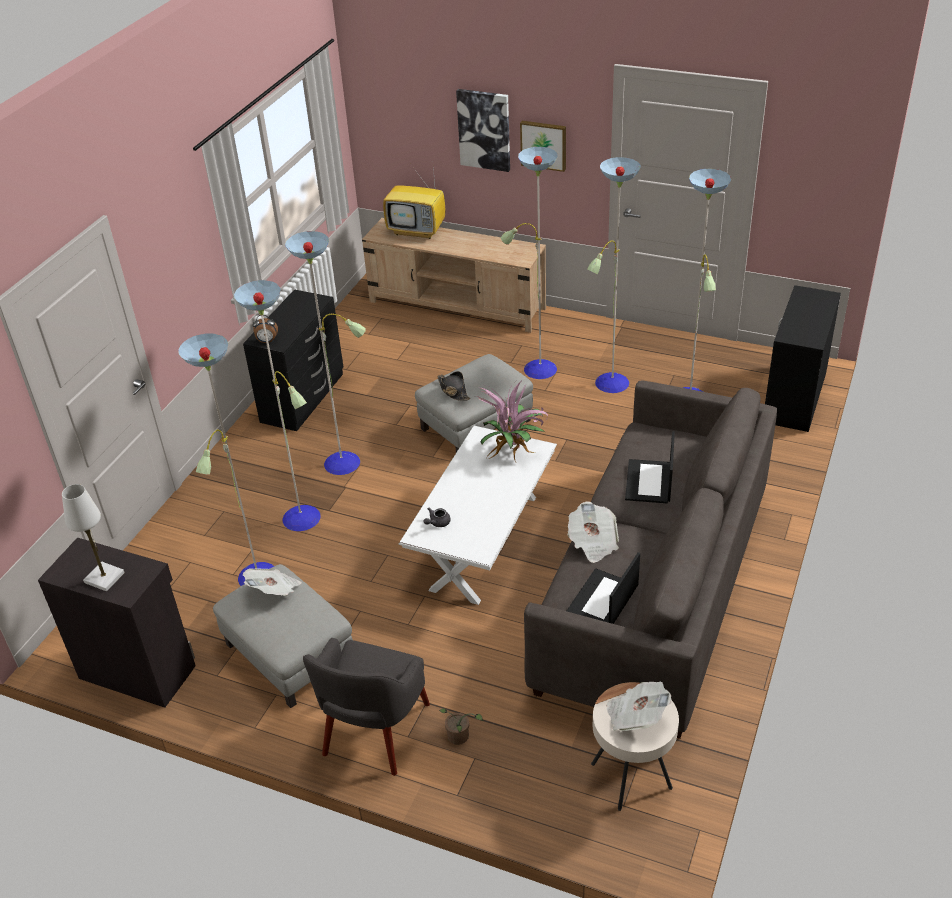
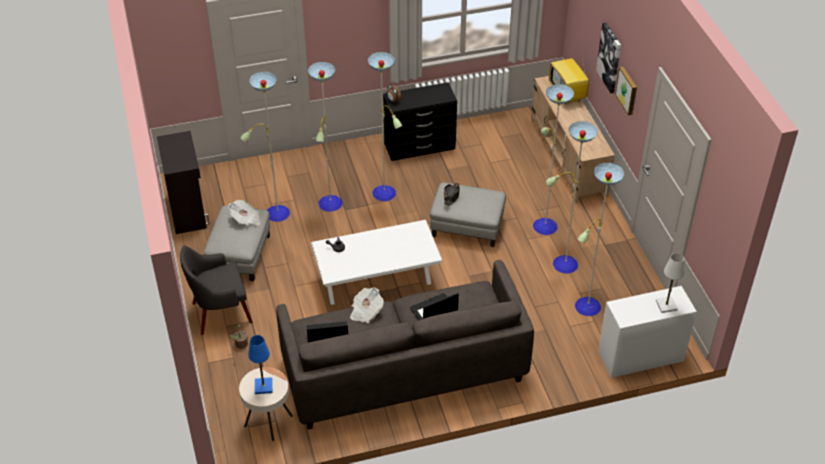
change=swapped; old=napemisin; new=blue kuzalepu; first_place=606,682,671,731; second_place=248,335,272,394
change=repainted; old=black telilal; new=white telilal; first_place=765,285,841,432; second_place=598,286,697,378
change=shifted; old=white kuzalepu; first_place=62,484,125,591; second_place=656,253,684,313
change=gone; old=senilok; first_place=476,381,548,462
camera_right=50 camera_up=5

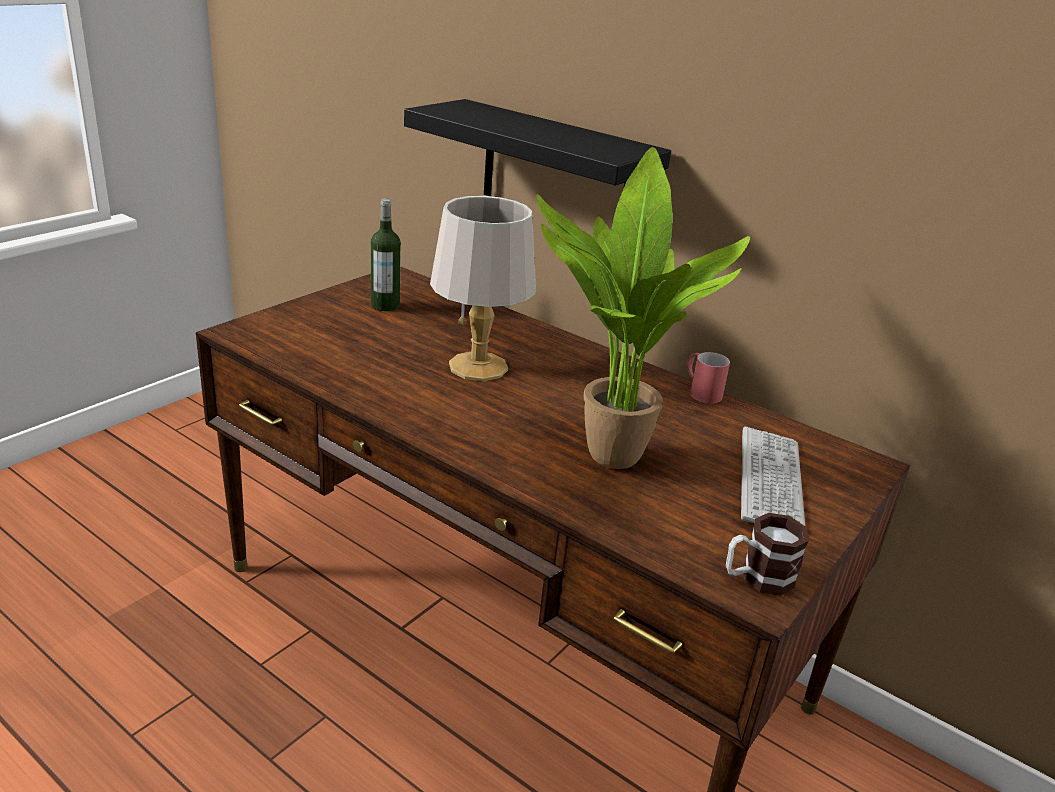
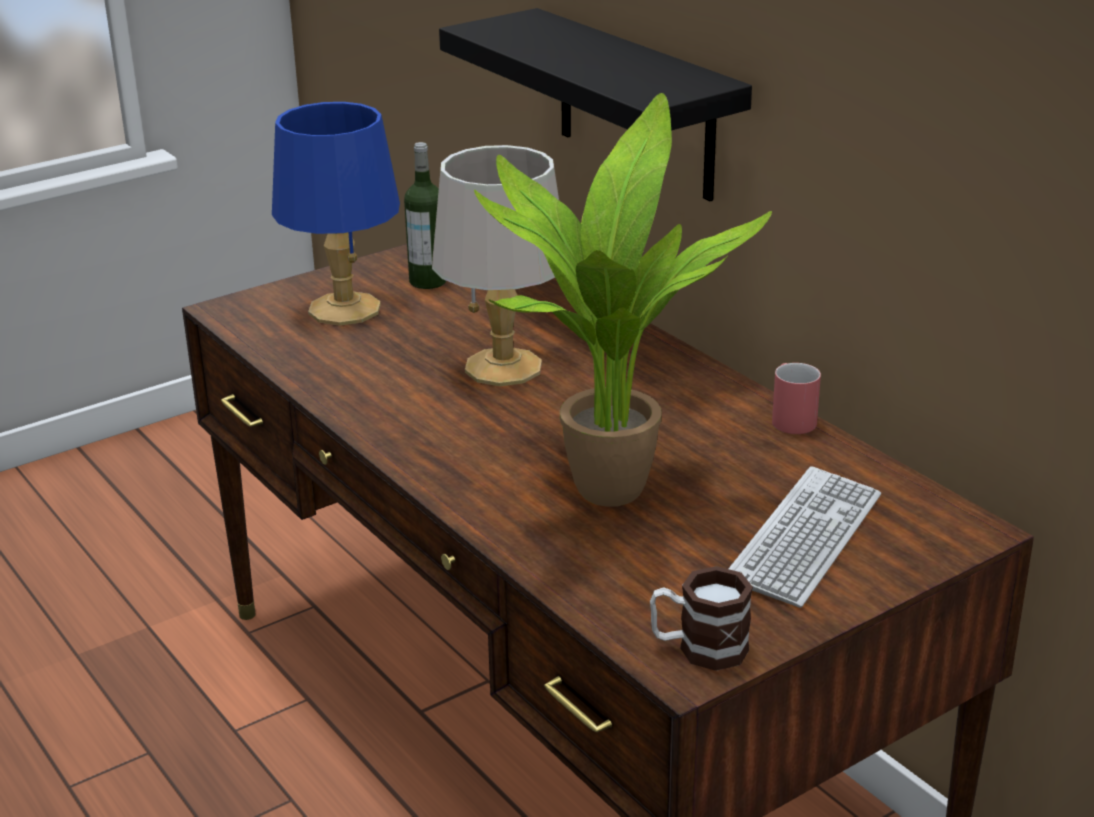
change=new; new=blue kuzalepu; second_place=272,102,400,326
camera_right=20 camera_up=0

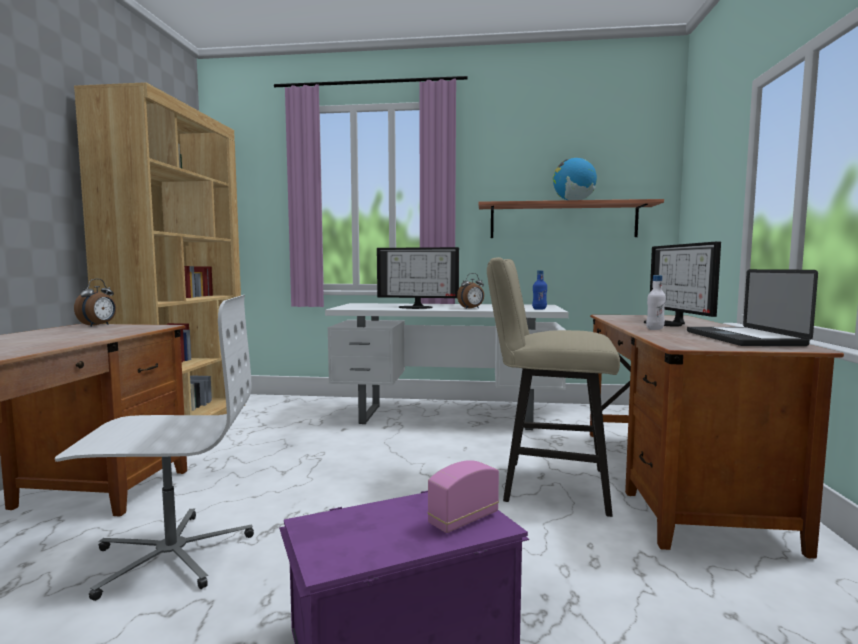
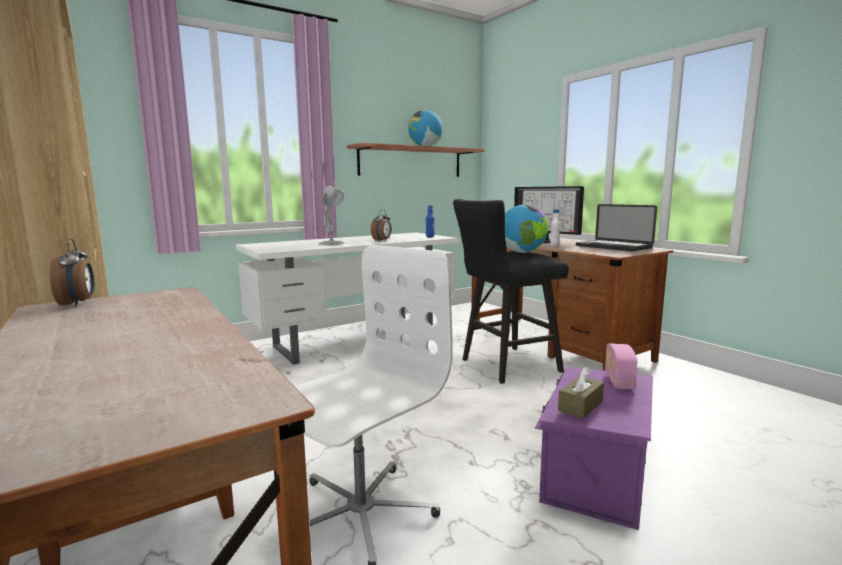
change=swapped; old=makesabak; new=white kuzalepu; first_place=377,247,459,309; second_place=318,186,344,245
change=repainted; old=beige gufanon; new=black gufanon; first_place=487,257,620,517; second_place=453,199,569,384
change=new; new=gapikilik; second_place=505,205,549,253
change=new; new=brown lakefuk; second_place=558,367,604,419
camera_right=-40 camera_up=5

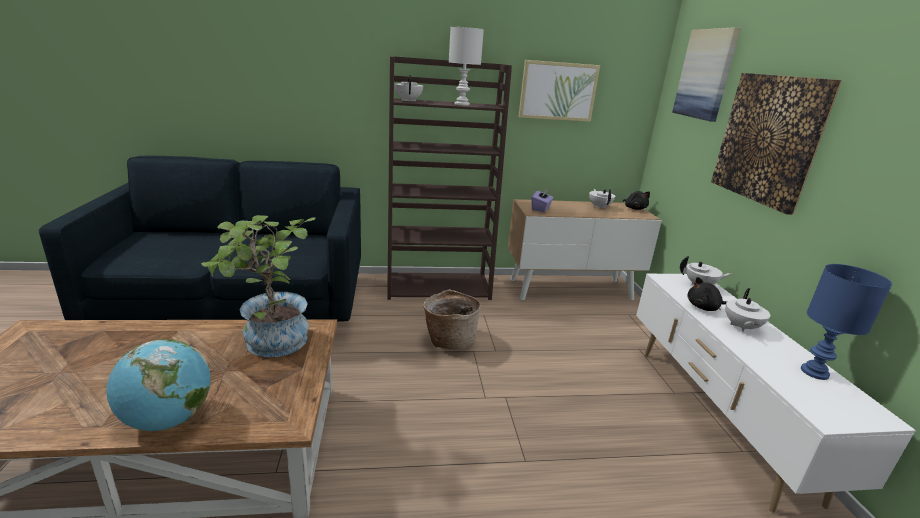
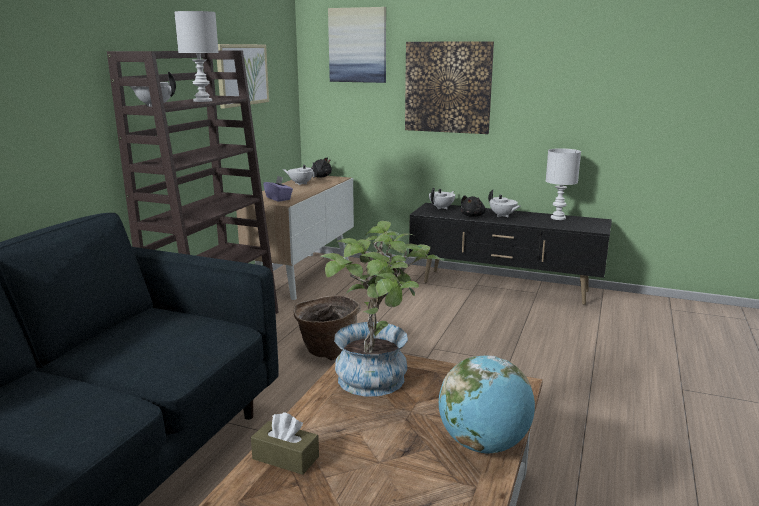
change=new; new=brown lakefuk; second_place=251,412,319,475
change=repainted; old=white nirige; new=black nirige; first_place=636,274,916,512; second_place=409,203,612,305
change=repainted; old=blue kuzalepu; new=white kuzalepu; first_place=801,264,892,380; second_place=546,148,581,220
camera_right=-60 camera_up=-5

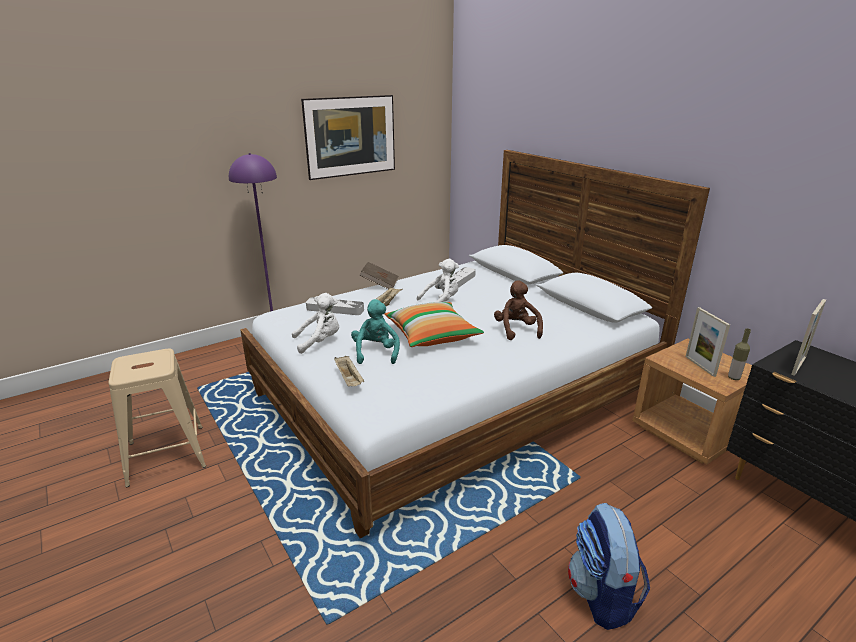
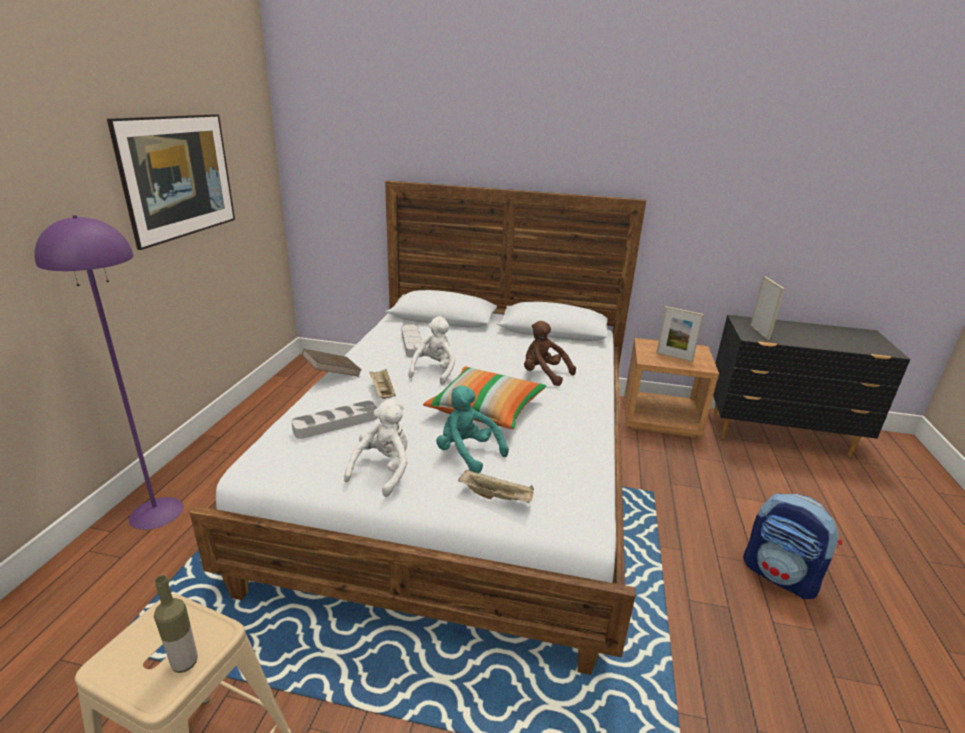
change=shifted; old=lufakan; first_place=728,328,751,380; second_place=154,575,198,673
camera_right=-45 camera_up=0

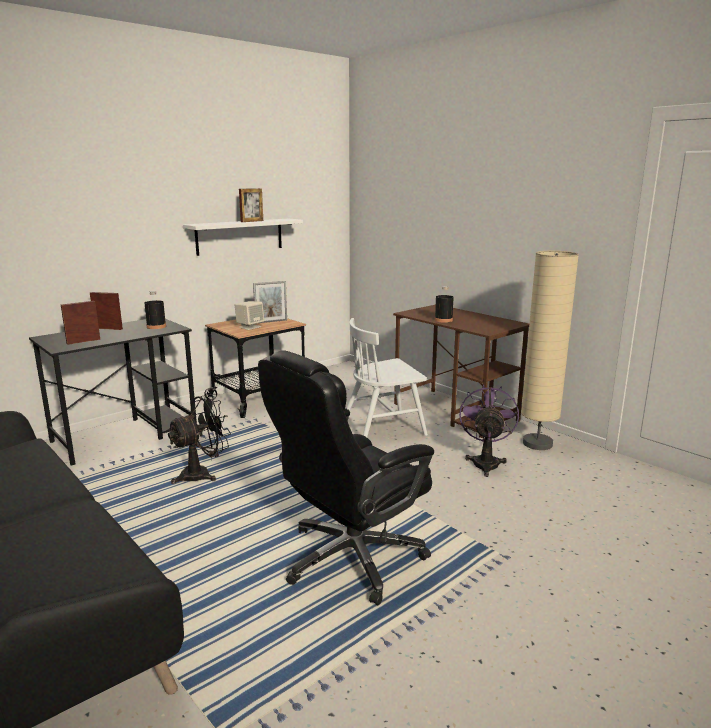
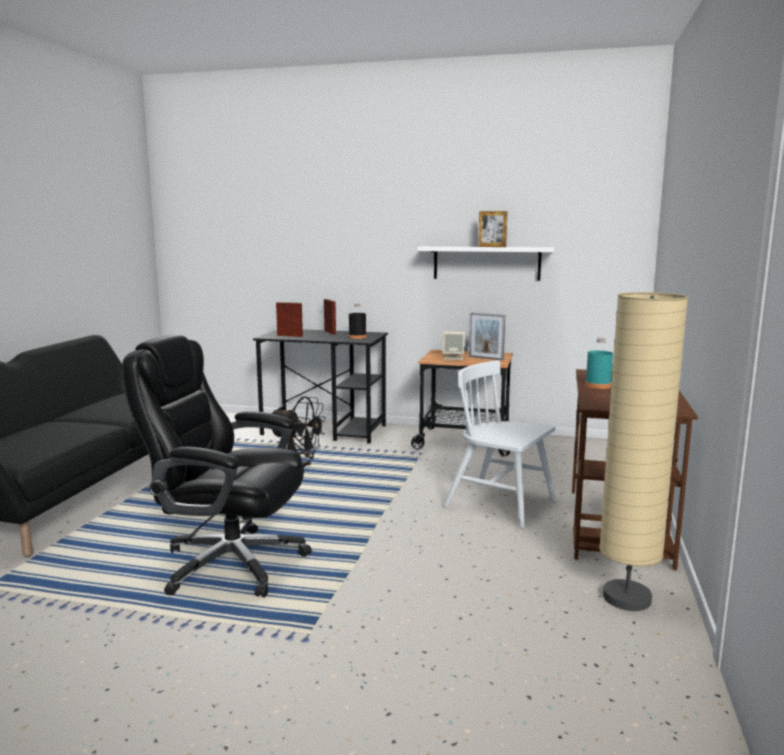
change=repainted; old=black lufakan; new=turquoise lufakan; first_place=435,286,454,323; second_place=585,338,613,389
change=gone; old=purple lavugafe; first_place=459,384,519,477
camera_right=55 camera_up=-5

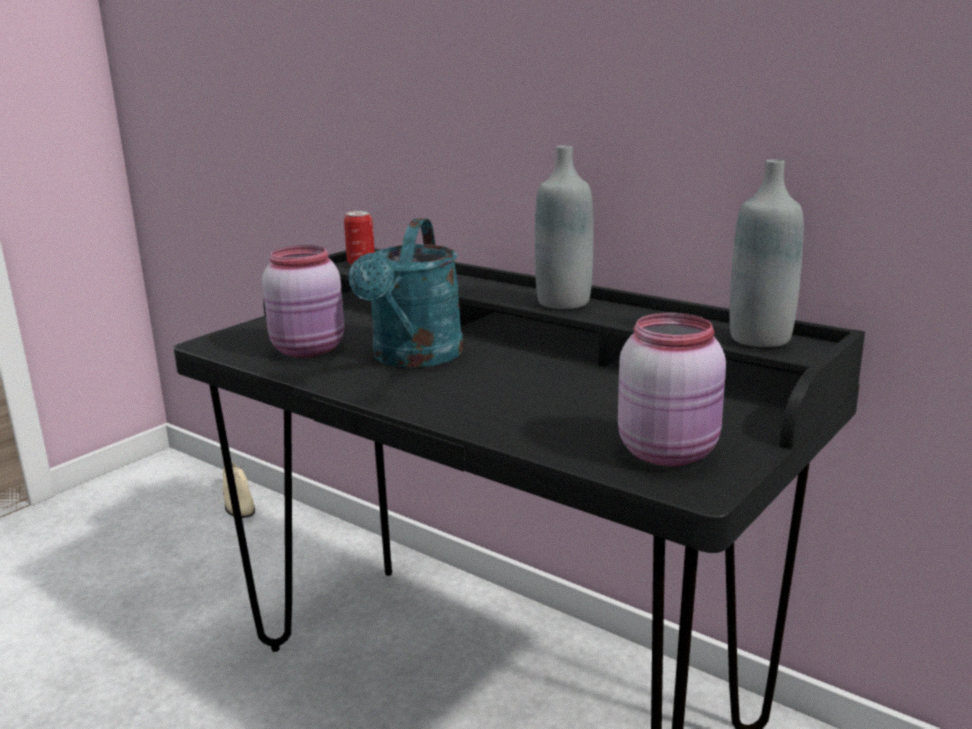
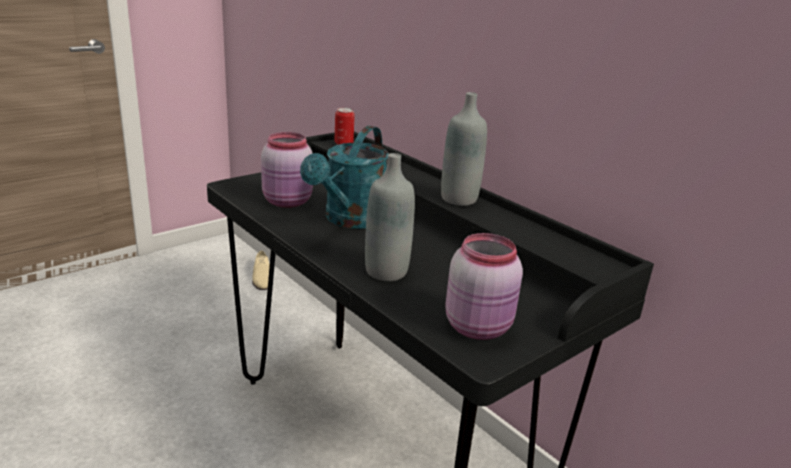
change=shifted; old=grey lufakan; first_place=729,159,804,347; second_place=365,153,415,281
camera_right=10 camera_up=5

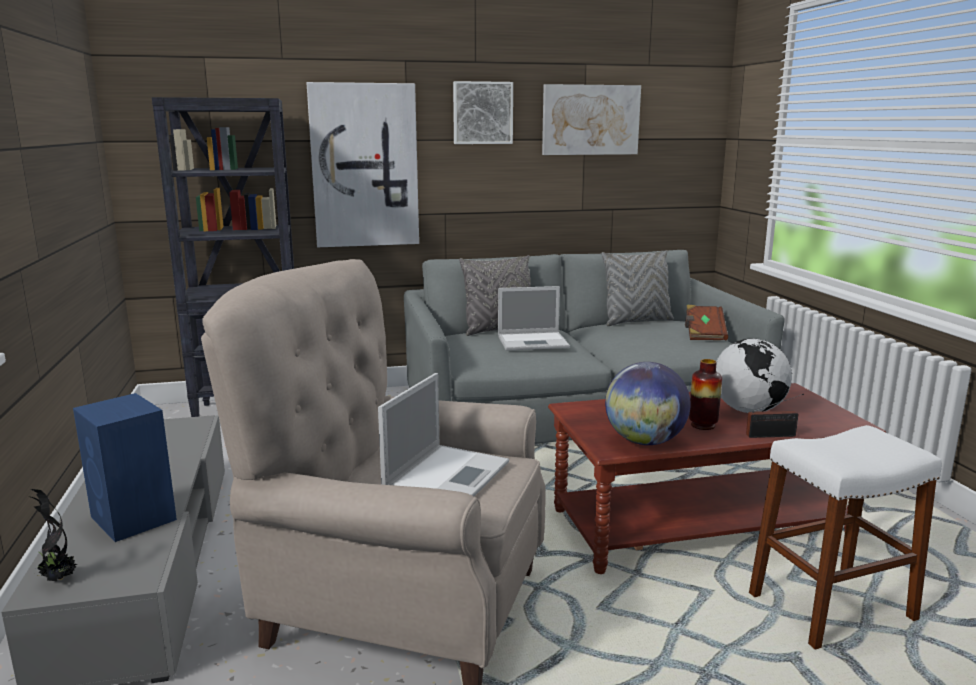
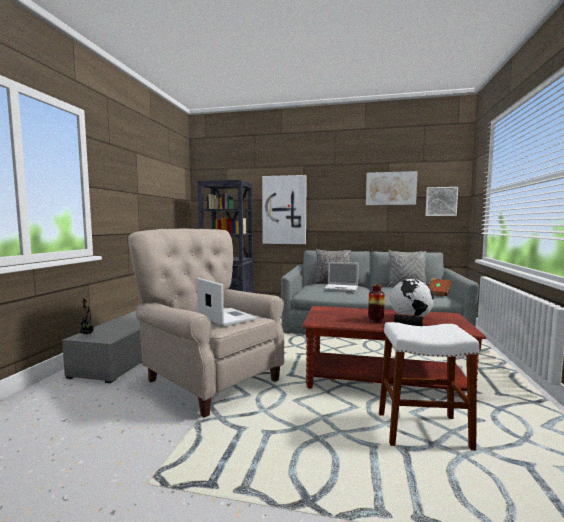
change=rotated; old=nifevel; first_place=378,373,509,496; second_place=197,278,257,327; degrees=-90
change=shifted; old=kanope; first_place=453,81,513,144; second_place=425,187,458,216
change=gone; old=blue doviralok; first_place=73,393,177,542
change=gone; old=gapikilik; first_place=605,362,691,445
camera_right=25 camera_up=-10

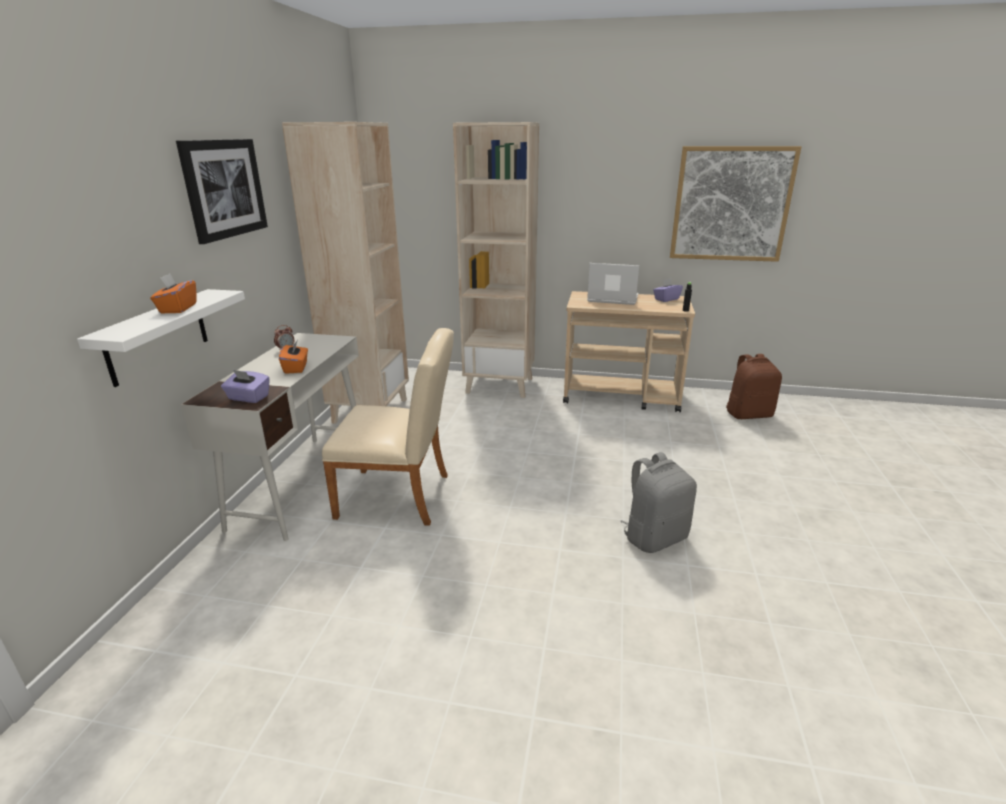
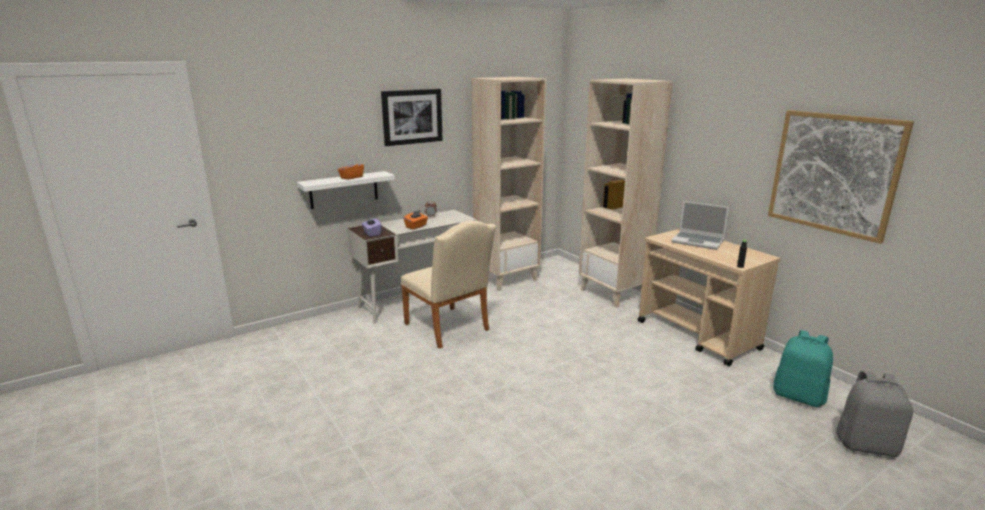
change=rotated; old=nifevel; first_place=587,263,639,305; second_place=672,201,729,250; degrees=150
change=repainted; old=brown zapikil; new=turquoise zapikil; first_place=726,354,782,419; second_place=773,330,833,407
change=shifted; old=grey zapikil; first_place=620,452,697,553; second_place=836,371,913,457
change=gone; old=purple lakefuk; first_place=653,278,683,302
camera_right=45 camera_up=-5

